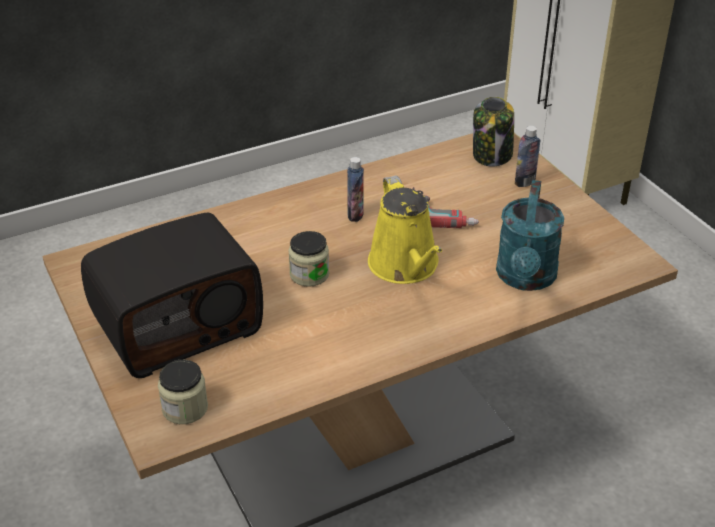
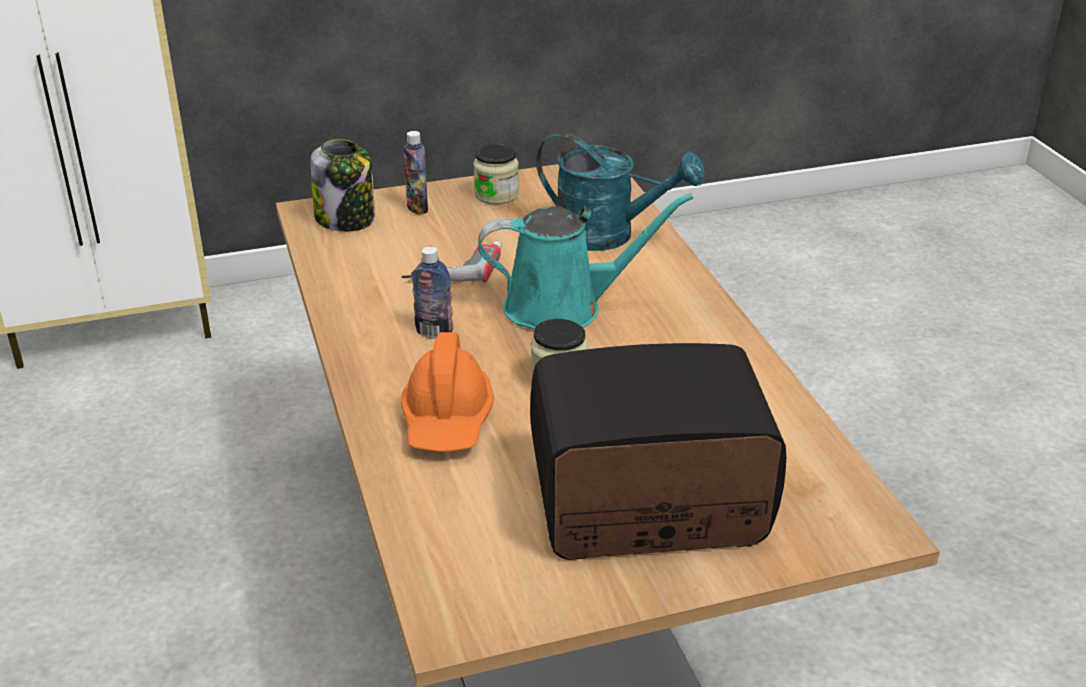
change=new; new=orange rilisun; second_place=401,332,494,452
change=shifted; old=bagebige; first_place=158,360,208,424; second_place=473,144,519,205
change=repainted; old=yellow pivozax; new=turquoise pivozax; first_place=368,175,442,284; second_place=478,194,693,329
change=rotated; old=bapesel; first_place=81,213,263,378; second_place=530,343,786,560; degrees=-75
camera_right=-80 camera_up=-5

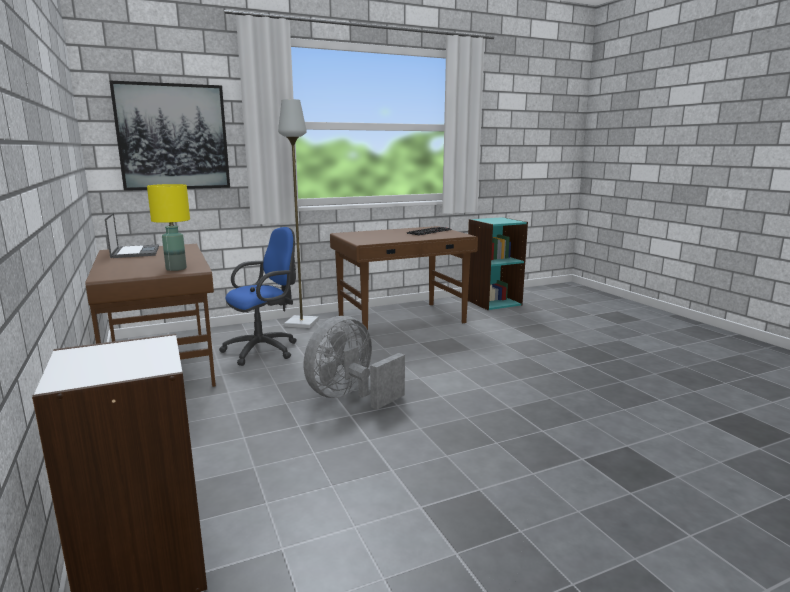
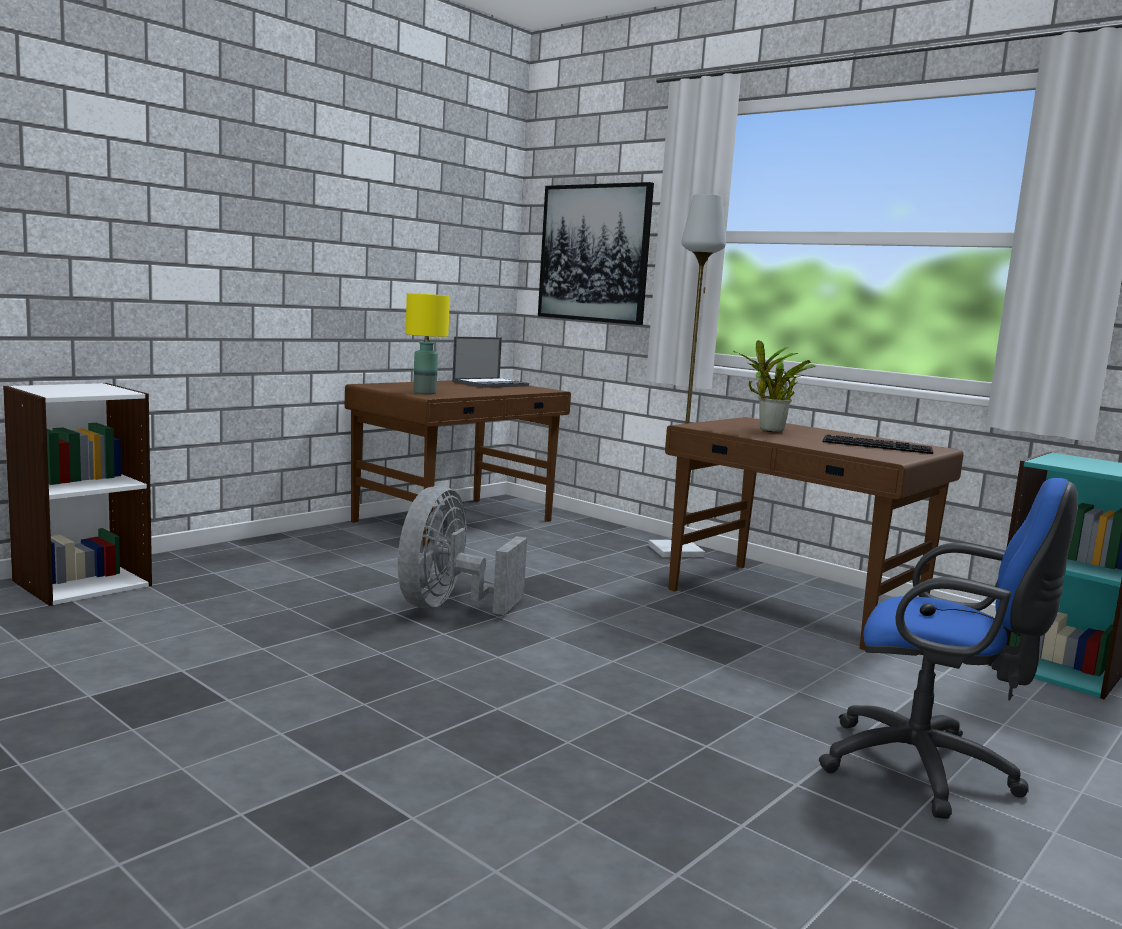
change=rotated; old=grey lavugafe; first_place=304,316,405,410; second_place=398,486,527,615; degrees=-90
change=new; new=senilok; second_place=733,340,816,433
change=shifted; old=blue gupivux; first_place=219,227,297,366; second_place=819,478,1078,819
camera_right=65 camera_up=-5

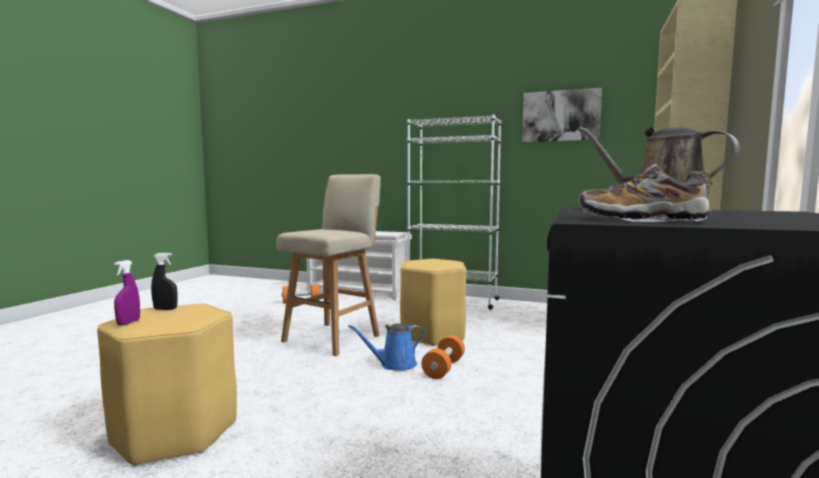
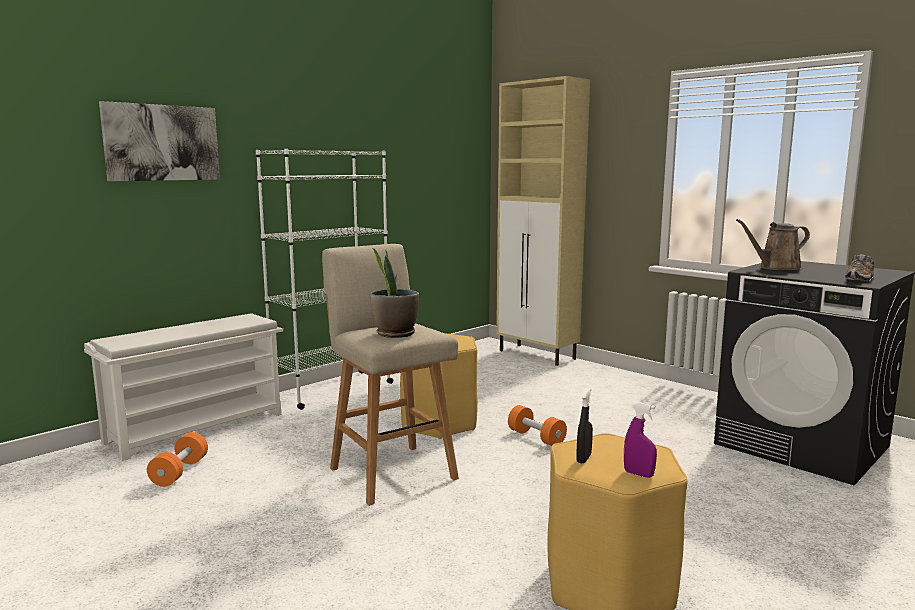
change=shifted; old=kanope; first_place=522,88,602,142; second_place=99,101,220,181
change=new; new=senilok; second_place=371,248,419,338
change=gone; old=blue pivozax; first_place=348,323,425,371
camera_right=-65 camera_up=5

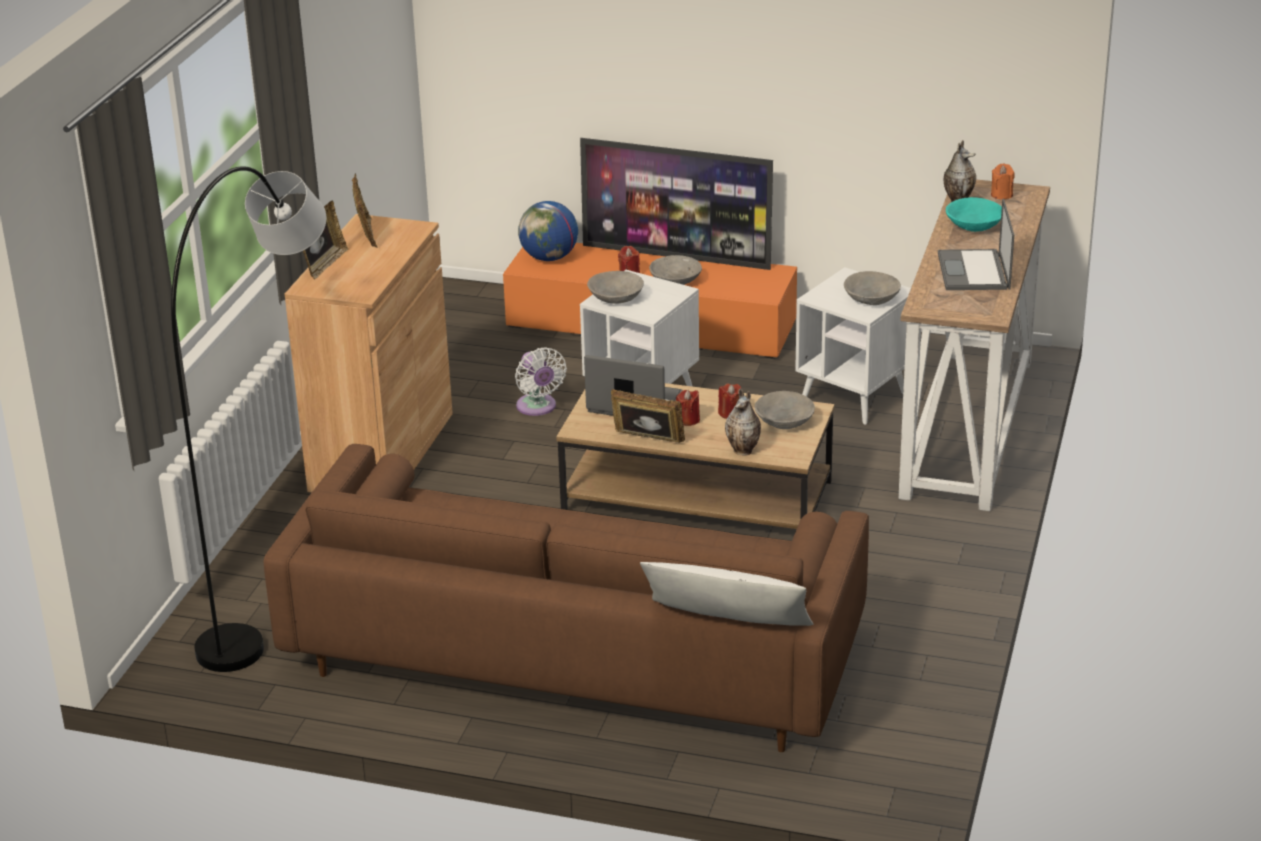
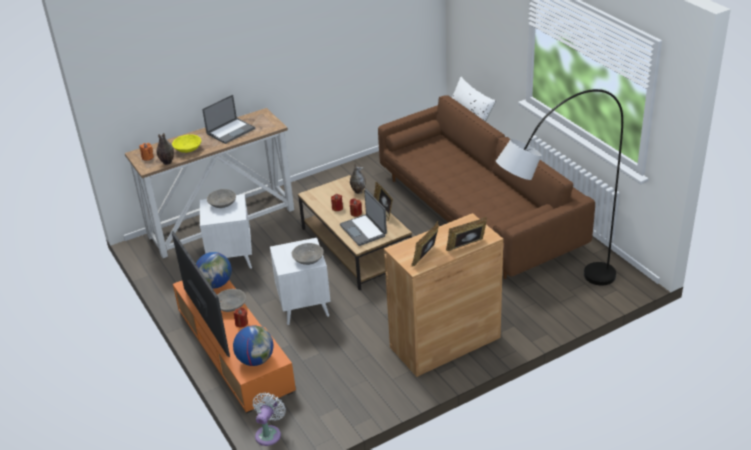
change=repainted; old=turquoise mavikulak; new=yellow mavikulak; first_place=946,197,1002,232; second_place=172,134,201,153
change=new; new=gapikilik; second_place=196,252,232,288
change=shifted; old=white lavugafe; first_place=515,347,567,416; second_place=253,392,286,446
change=gone; old=grey mavikulak; first_place=754,391,815,429
camera_right=-135 camera_up=5

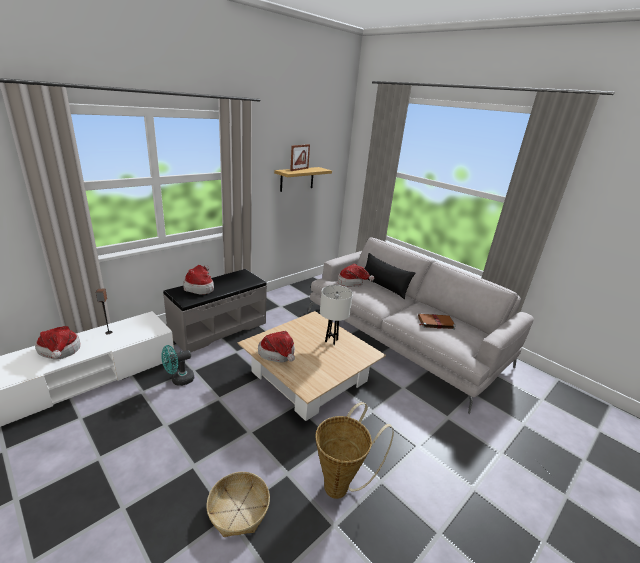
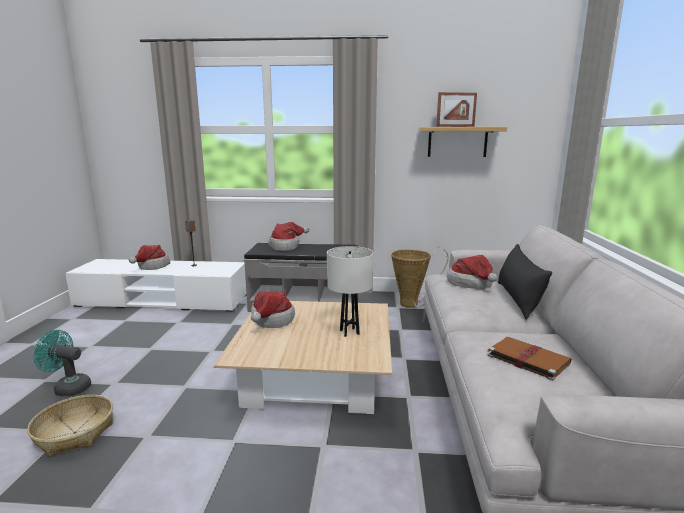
change=shifted; old=turquoise lavugafe; first_place=161,345,194,386; second_place=33,330,91,397
change=shifted; old=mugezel; first_place=315,402,394,499; second_place=391,246,450,308
camera_right=50 camera_up=-10

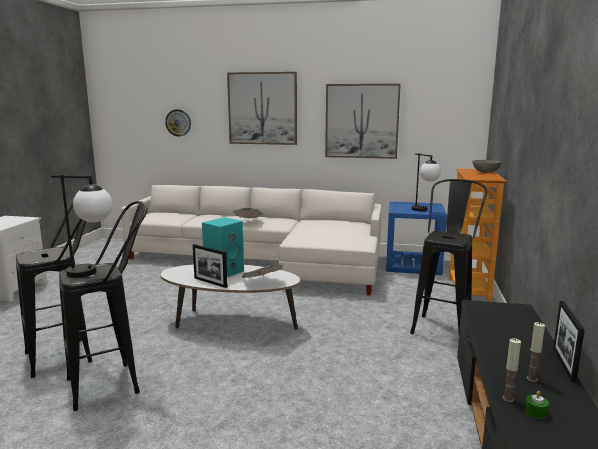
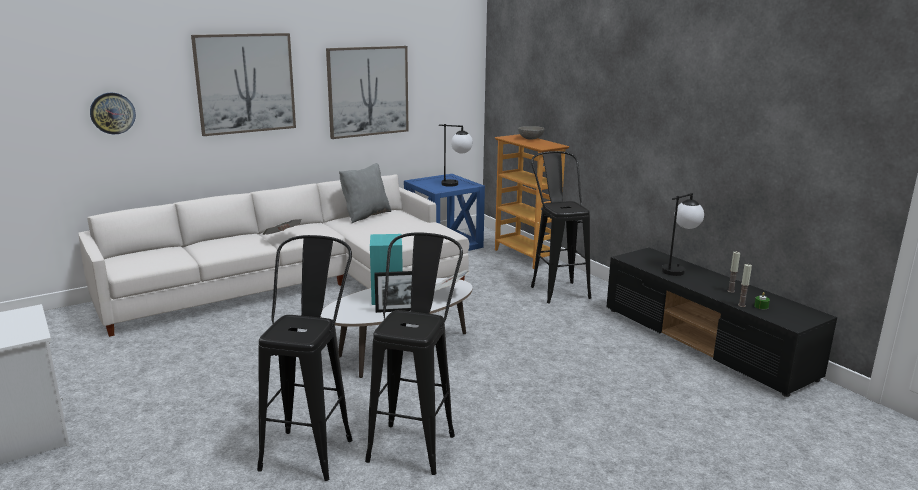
change=new; new=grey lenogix; second_place=339,163,391,223
change=shifted; old=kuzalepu; first_place=51,174,113,278; second_place=662,193,704,276
change=gone; old=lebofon; first_place=553,301,585,383
camera_right=-45 camera_up=5

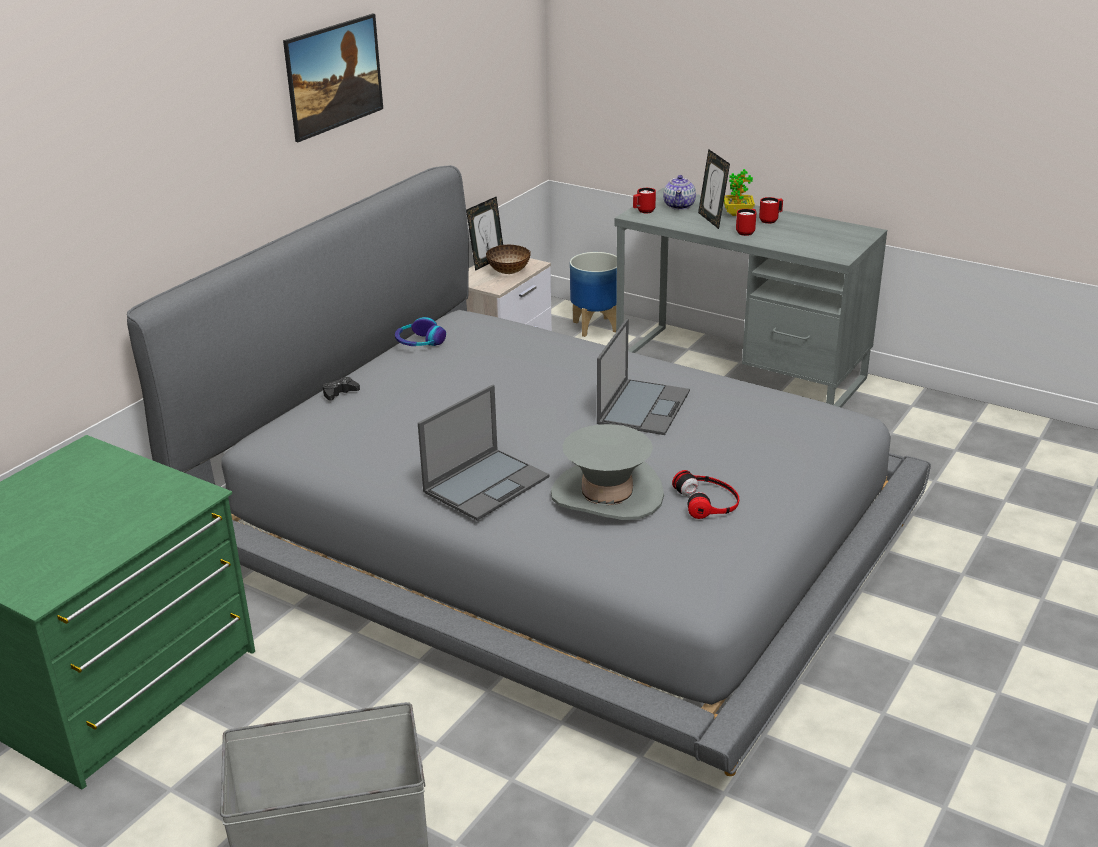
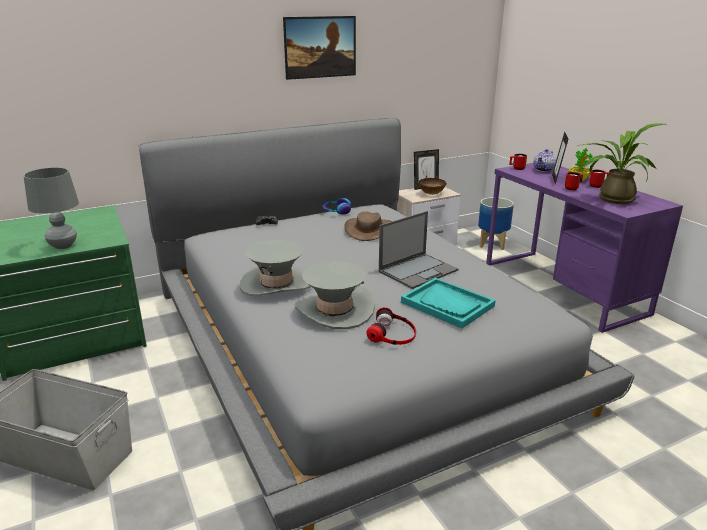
change=new; new=grey kuzalepu; second_place=23,167,79,249
change=swapped; old=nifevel; new=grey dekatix; first_place=418,385,550,521; second_place=240,240,311,296
change=new; new=brown dekatix; second_place=344,212,392,241
change=new; new=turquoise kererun; second_place=401,278,496,329
change=repainted; old=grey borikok; new=purple borikok; first_place=614,188,887,408; second_place=486,163,683,333
change=new; new=senilok; second_place=577,123,666,204
camera_right=30 camera_up=-5

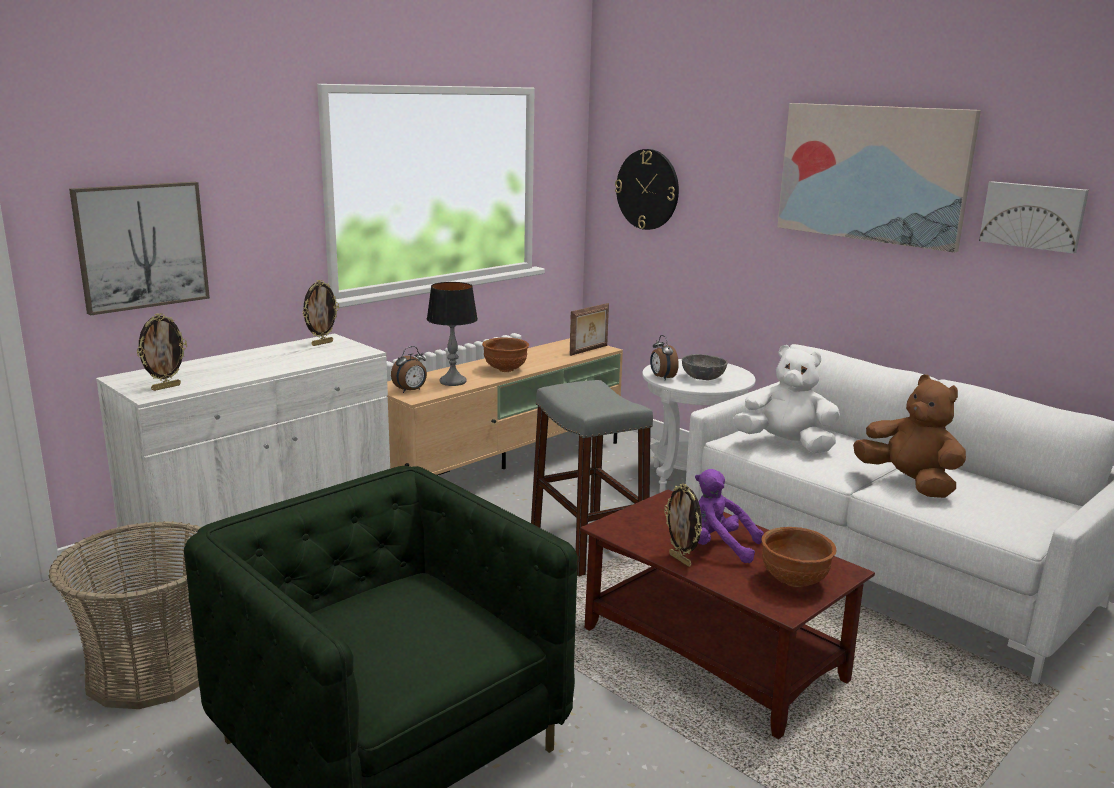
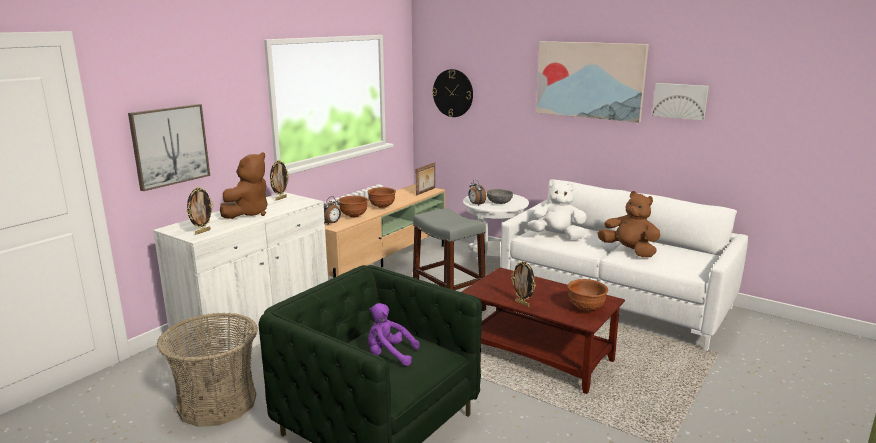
change=new; new=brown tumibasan; second_place=220,152,268,219
change=swapped; old=kuzalepu; new=brown mavikulak; first_place=427,282,478,386; second_place=338,196,368,218
change=shifted; old=purple tumibasan; first_place=695,469,764,563; second_place=368,303,419,366
camera_right=-10 camera_up=0

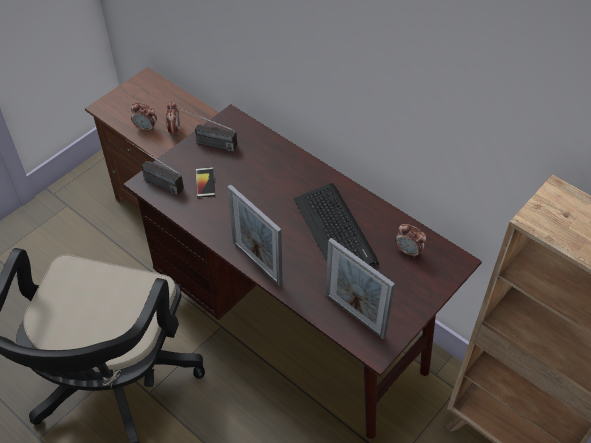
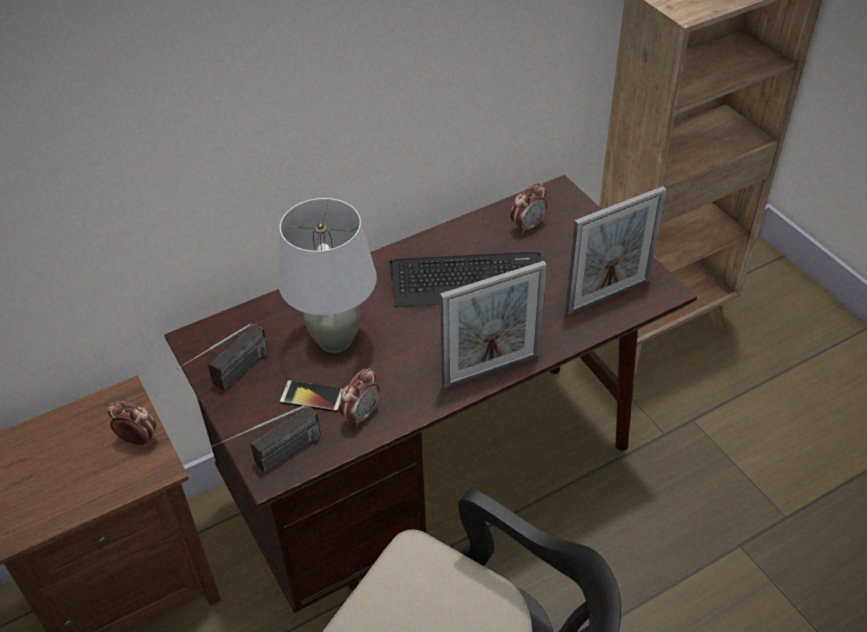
change=new; new=grey kuzalepu; second_place=278,198,377,353
change=shifted; old=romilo; first_place=131,103,157,132; second_place=339,368,379,427
camera_right=-70 camera_up=-5

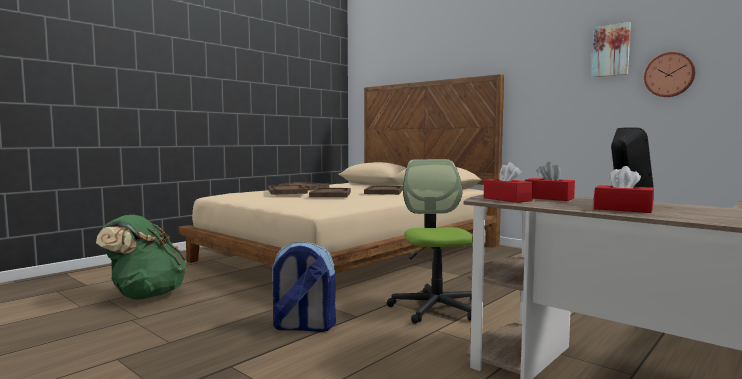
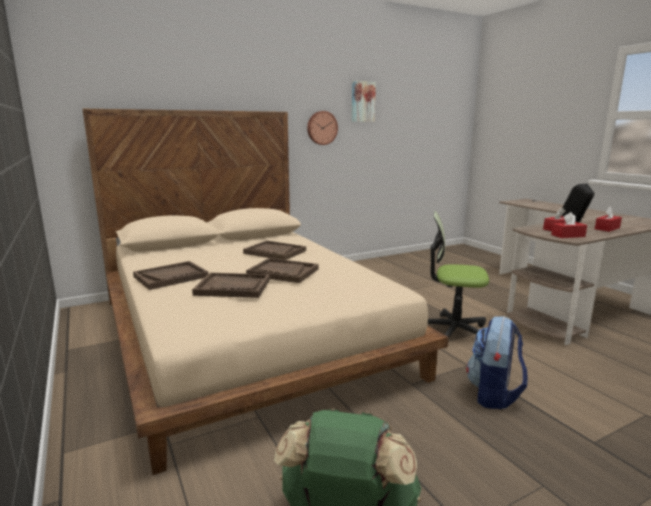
change=shifted; old=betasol; first_place=644,52,695,97; second_place=307,111,338,145
camera_right=-70 camera_up=10

